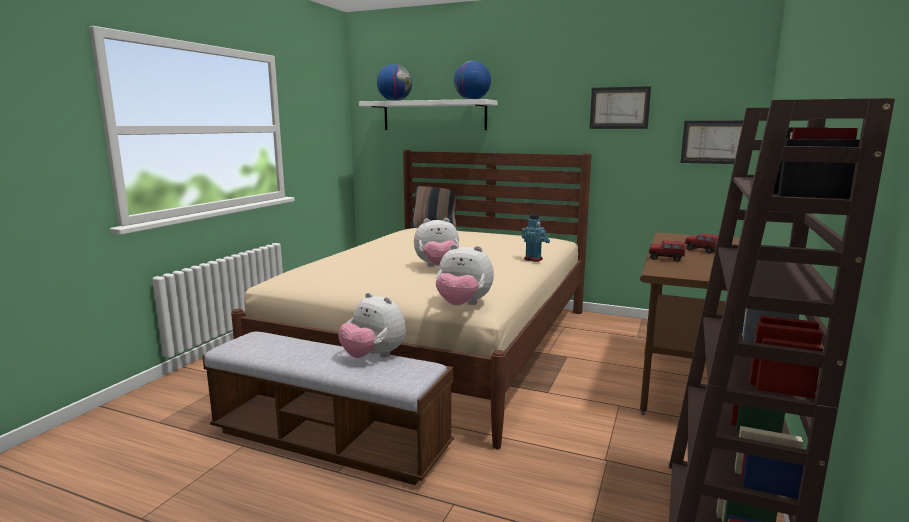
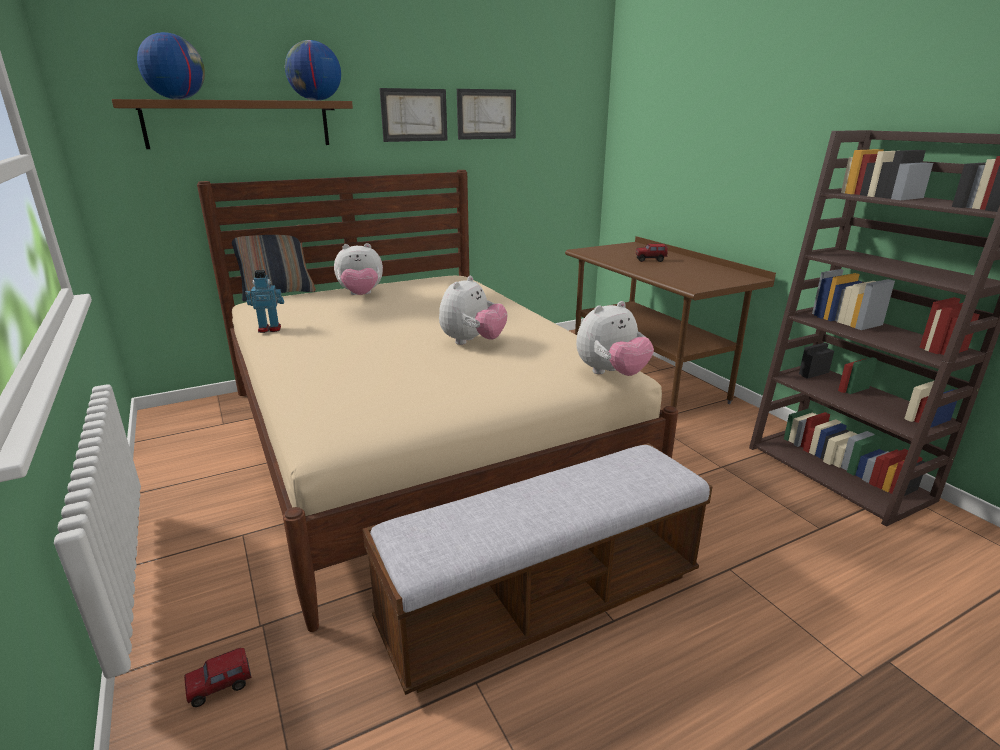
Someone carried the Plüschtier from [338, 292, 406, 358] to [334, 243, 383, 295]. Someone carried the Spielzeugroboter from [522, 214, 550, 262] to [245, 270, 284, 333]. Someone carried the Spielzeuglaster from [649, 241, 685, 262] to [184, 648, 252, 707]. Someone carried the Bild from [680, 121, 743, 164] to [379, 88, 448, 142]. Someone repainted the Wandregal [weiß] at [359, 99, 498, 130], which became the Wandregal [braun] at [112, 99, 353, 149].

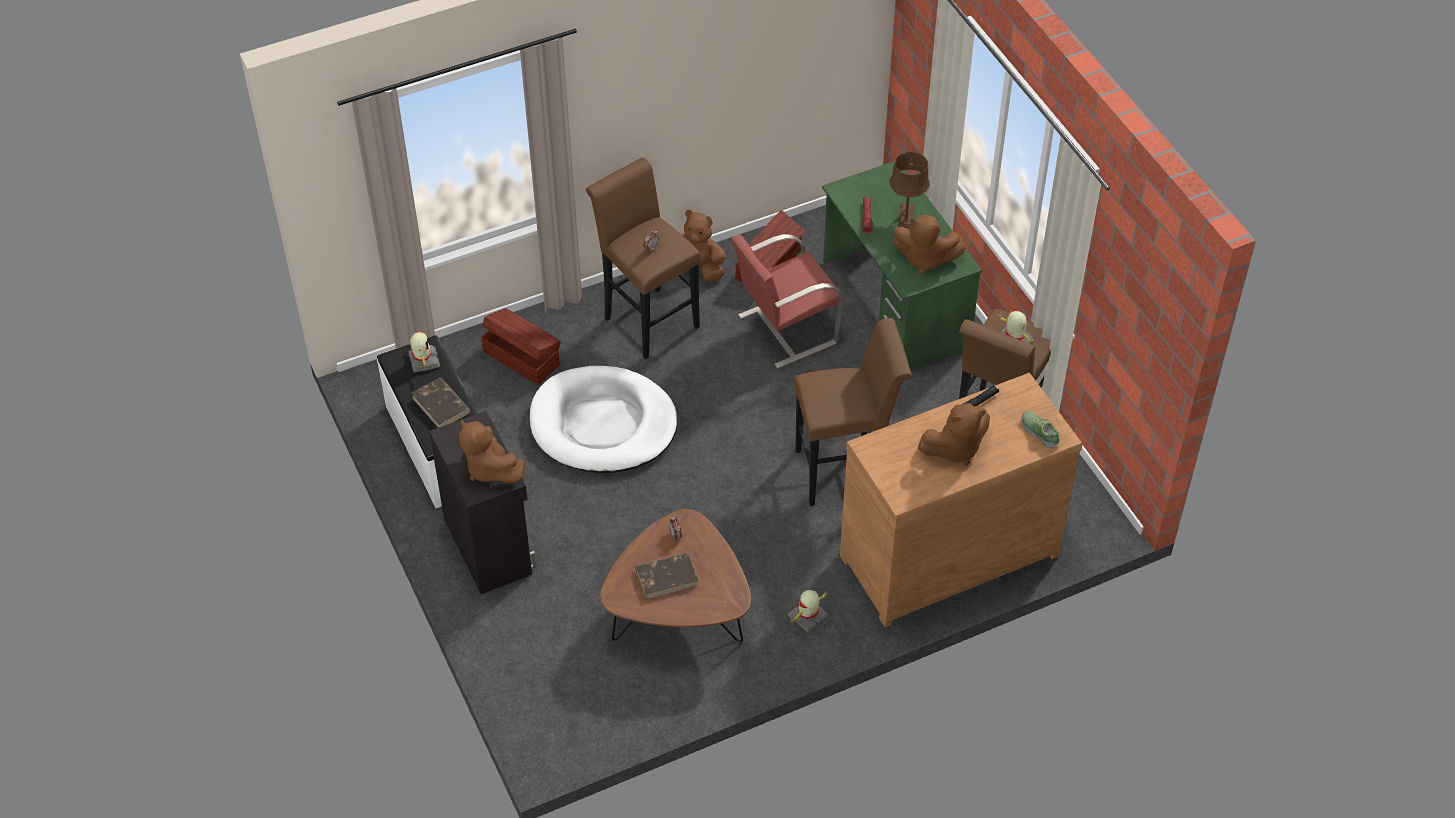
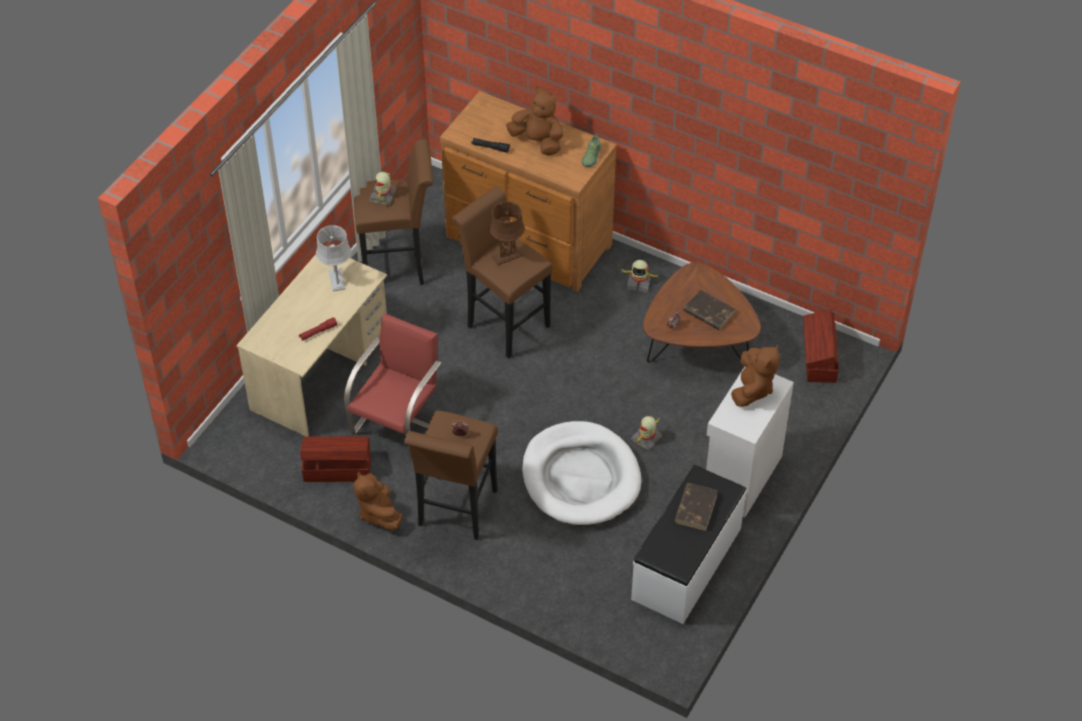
Someone carried the Spielzeugroboter from [408, 331, 440, 372] to [630, 416, 662, 451]. Someone carried the Aufbewahrungsbox [braun] from [481, 308, 561, 385] to [803, 309, 839, 383]. Someone carried the Tischlampe [braun] from [889, 152, 930, 228] to [489, 202, 525, 265]. Someone carried the Schuh from [1022, 411, 1061, 448] to [581, 134, 601, 167]. Someone swapped the Plüschtier [braun] at [893, 215, 966, 274] for the Tischlampe [grau] at [316, 225, 351, 291]. Someone repainted the Schrank [schwarz] at [429, 411, 536, 594], which became the Schrank [weiß] at [706, 367, 794, 517]. Someone repainted the Schreibtisch [grün] at [822, 161, 983, 370], which became the Schreibtisch [beige] at [236, 254, 387, 437]. Someone rotated the Stuhl [rot] at [732, 234, 844, 369] by 90 degrees counterclockwise.

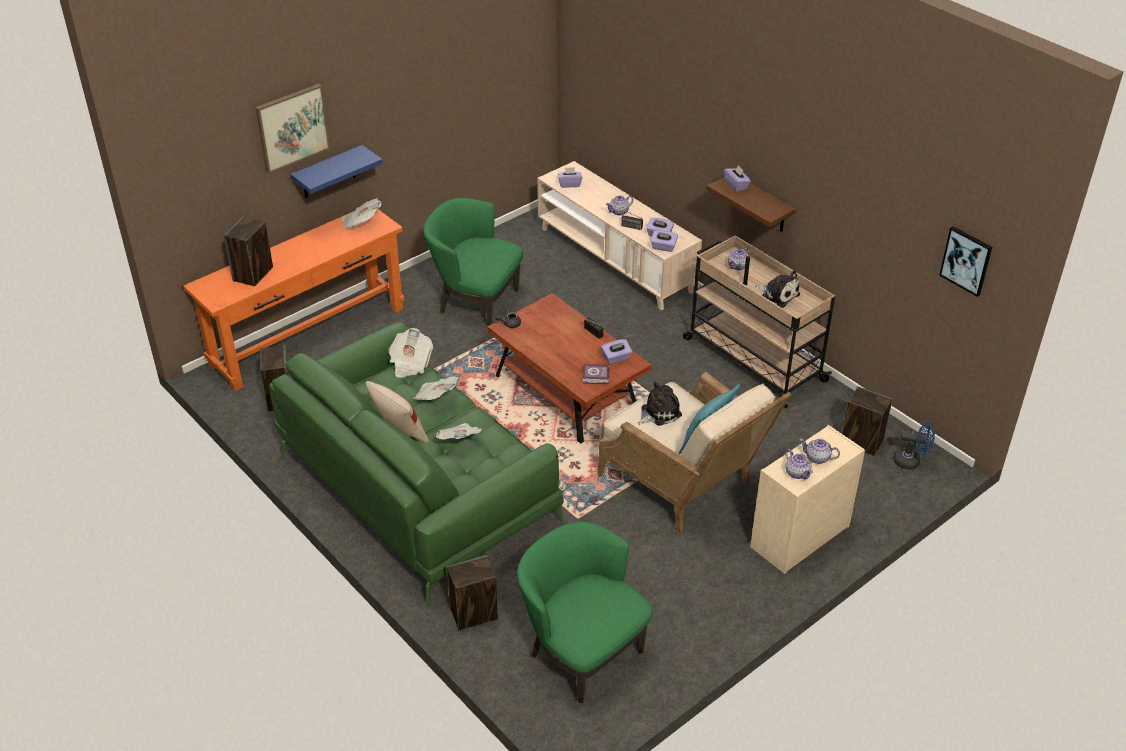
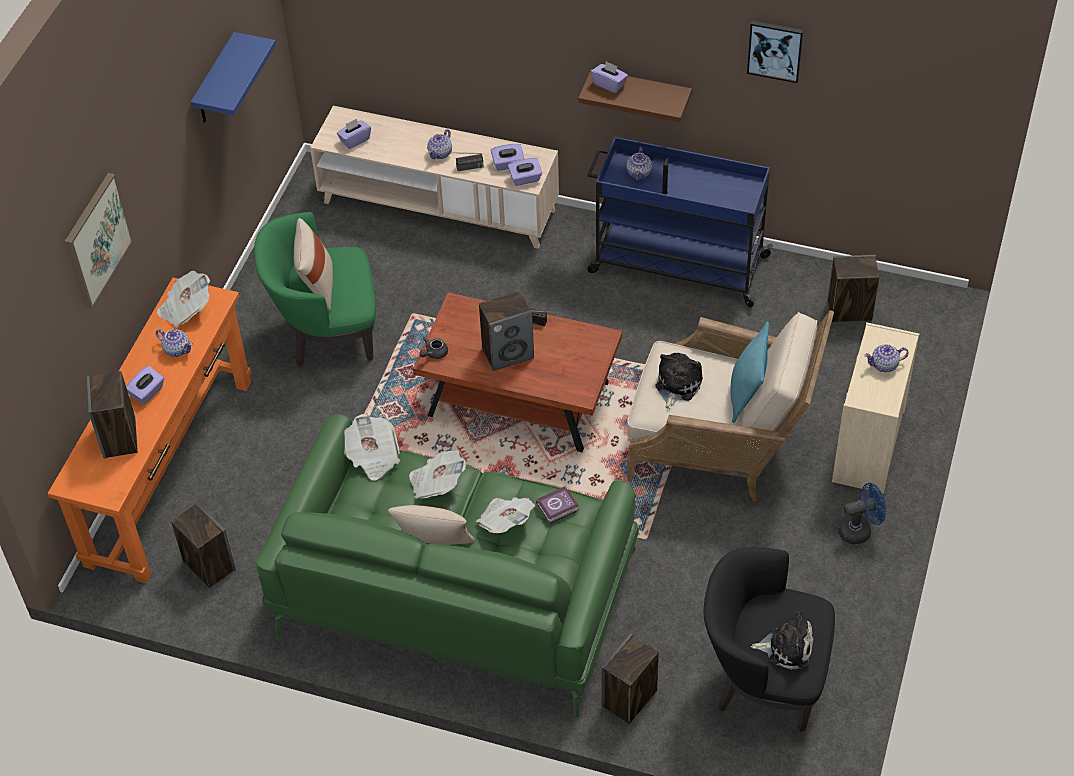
Someone put down the Kissen [beige] at [294, 218, 333, 310]. Someone put down the Lautsprecher at [479, 291, 534, 371]. Someone carried the Wandregal [blau] from [291, 145, 383, 198] to [191, 32, 276, 123]. Someone carried the Buch from [582, 364, 610, 384] to [536, 486, 579, 524]. Someone carried the Taschentuchbox [lila] from [601, 339, 632, 364] to [126, 366, 164, 404]. Someone carried the Plüschtier from [755, 270, 800, 308] to [751, 611, 813, 670]. Someone carried the Teekanne from [785, 449, 813, 479] to [156, 329, 193, 357]. Someone carried the Ventilator [blau] from [893, 422, 935, 469] to [838, 483, 886, 544]. Someone carried the Bild from [939, 226, 992, 297] to [747, 21, 804, 83]. Someone repainted the Sessel [grün] at [517, 522, 653, 703], which became the Sessel [schwarz] at [704, 547, 835, 732]. Someone repainted the Rollwagen [beige] at [683, 235, 835, 408], which became the Rollwagen [blau] at [587, 137, 773, 308].

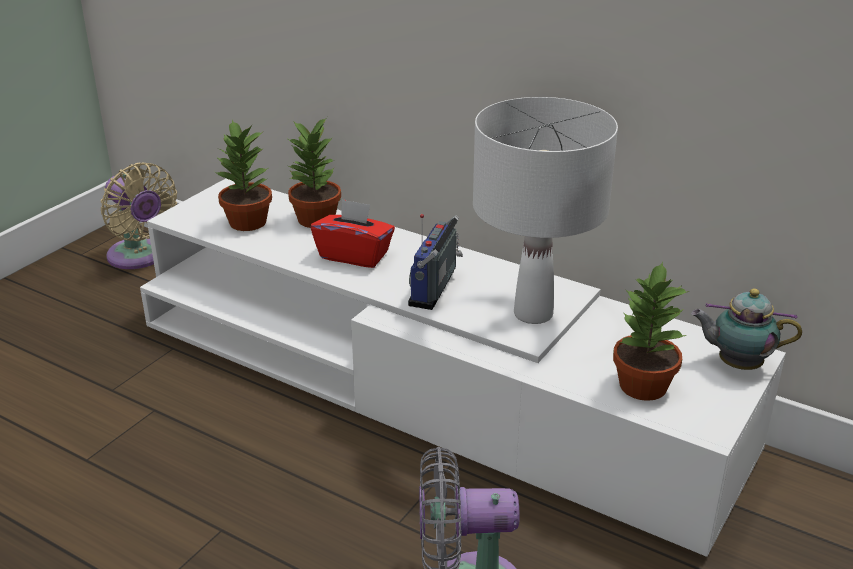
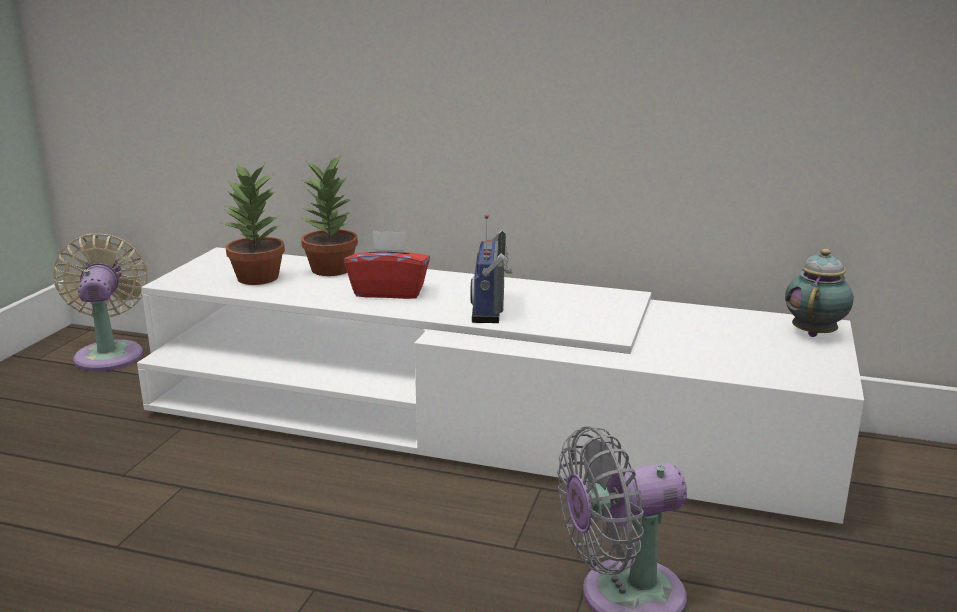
Someone took away the Tischlampe [weiß] at [473, 97, 618, 324]. Someone took away the Topfpflanze at [613, 261, 689, 401]. Someone rotated the Ventilator [beige] at [101, 162, 177, 269] by 135 degrees counterclockwise. Someone rotated the Teekanne at [691, 289, 802, 370] by 120 degrees clockwise.

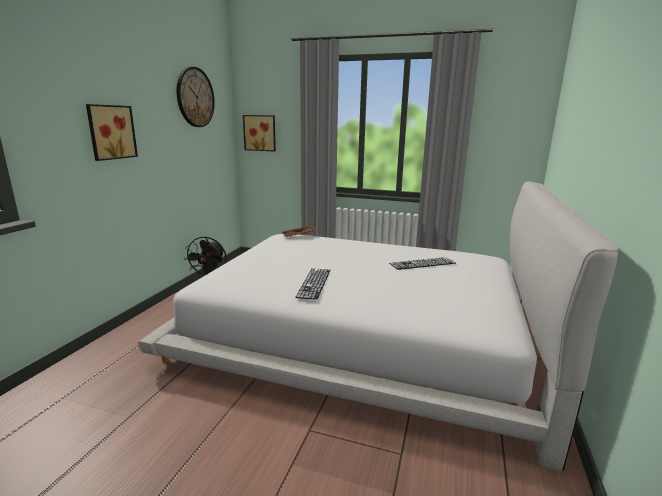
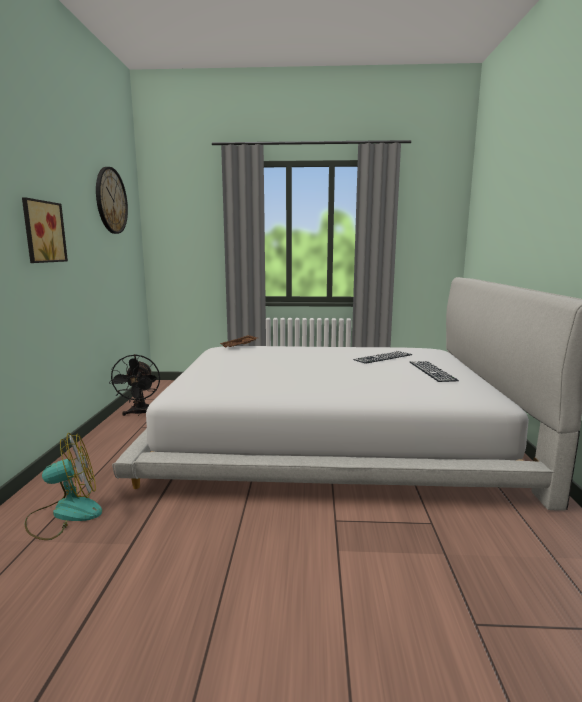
Someone took away the Bild at [243, 115, 276, 151]. Someone put down the Ventilator at [25, 433, 102, 540]. Someone carried the Tastatur from [295, 268, 330, 300] to [410, 361, 459, 382].

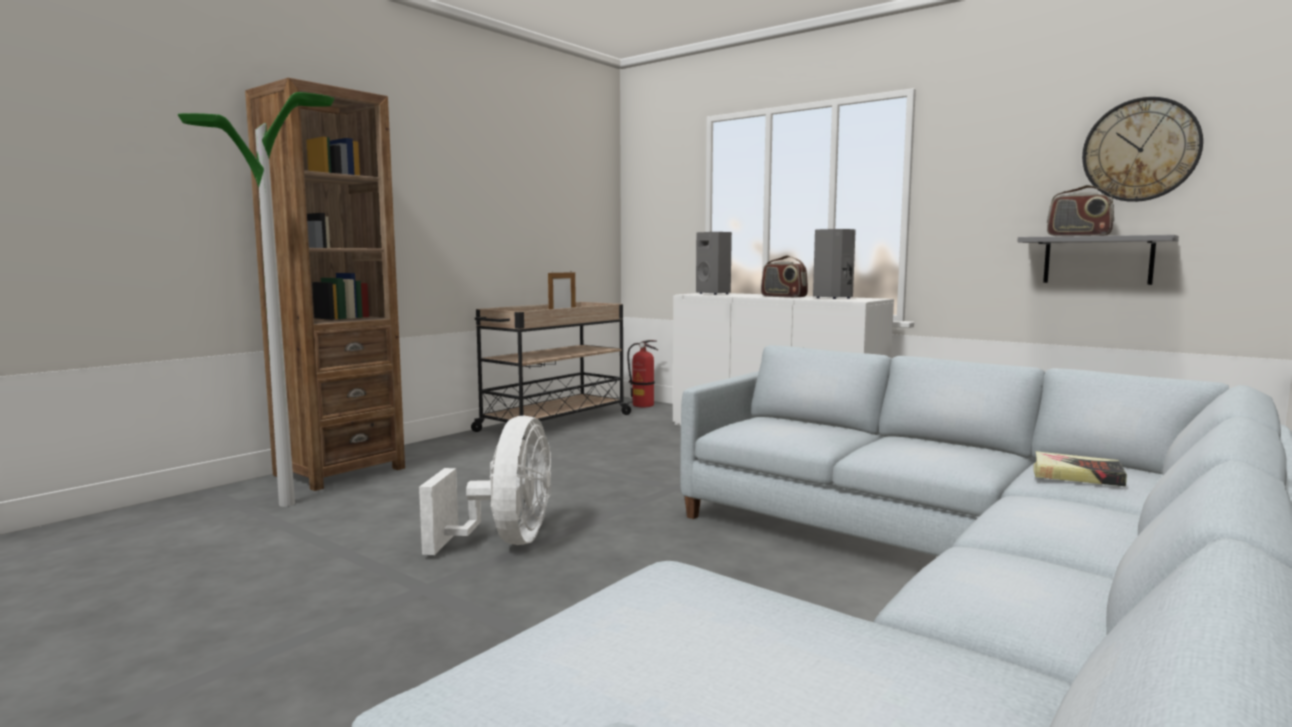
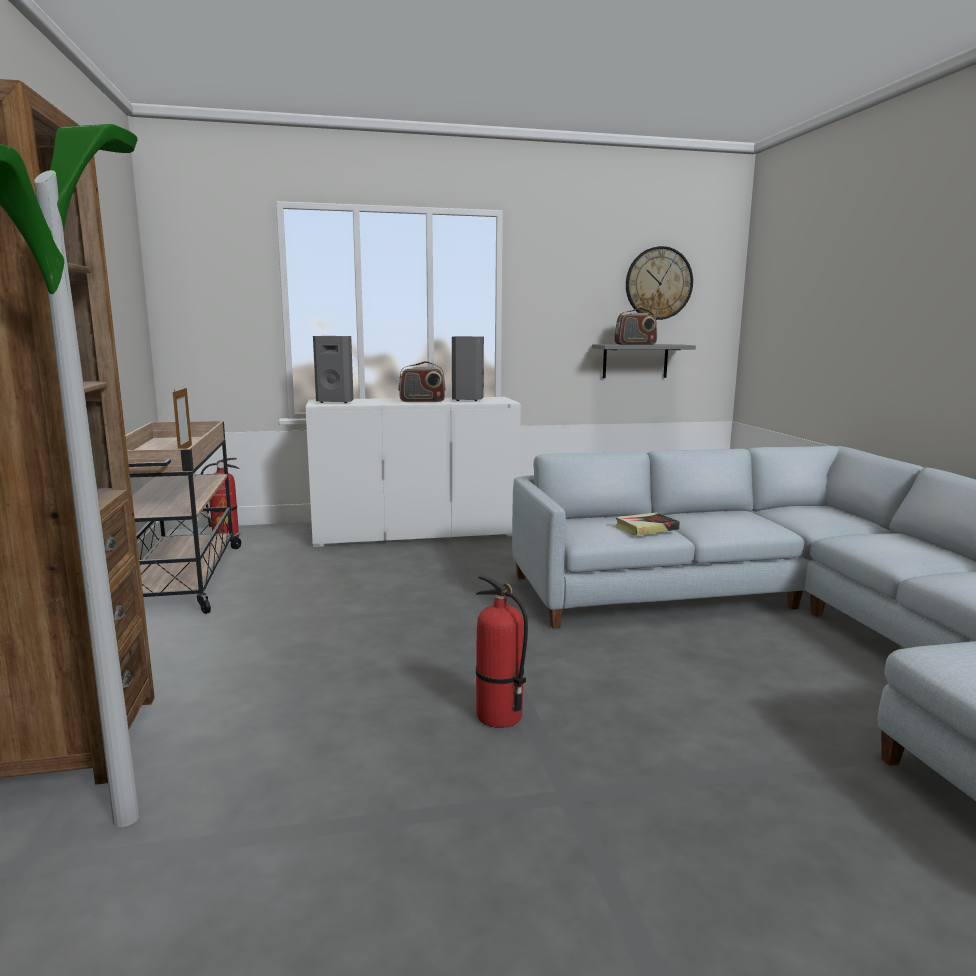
Someone carried the Buch from [1033, 451, 1127, 487] to [615, 512, 680, 536]. Someone swapped the Ventilator [weiß] at [419, 415, 551, 555] for the Feuerlöscher at [476, 575, 528, 728].

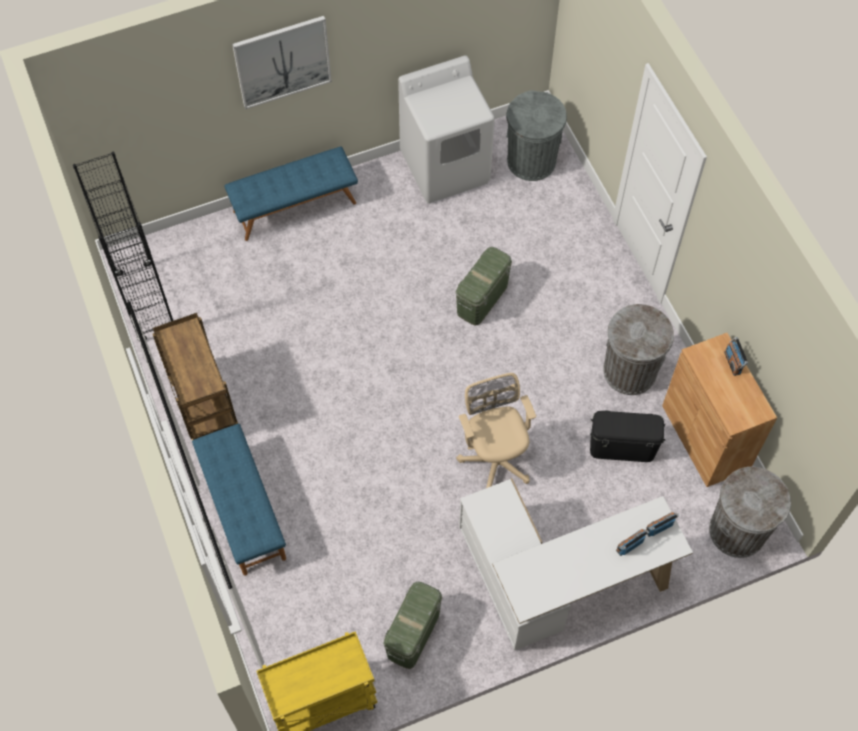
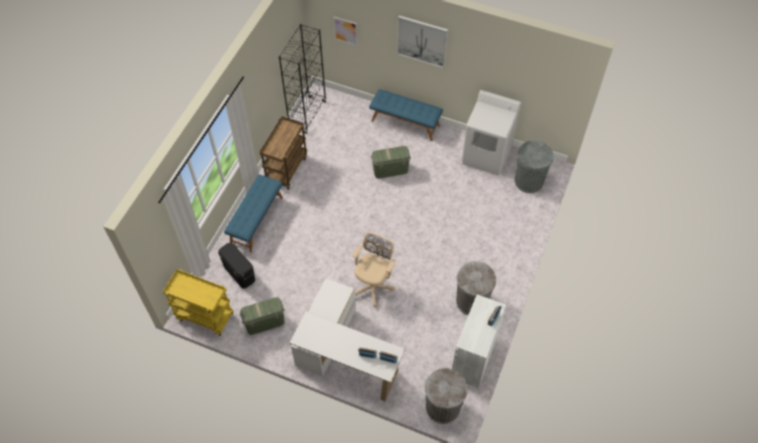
Someone put up the Bild at [333, 17, 358, 46]. Someone carried the Aufbewahrungsbox [grün] from [456, 247, 512, 325] to [371, 146, 411, 178]. Someone carried the Aufbewahrungsbox [schwarz] from [590, 410, 665, 462] to [218, 243, 255, 289]. Someone repainted the Schrank [braun] at [662, 333, 777, 487], which became the Schrank [weiß] at [452, 294, 506, 388].

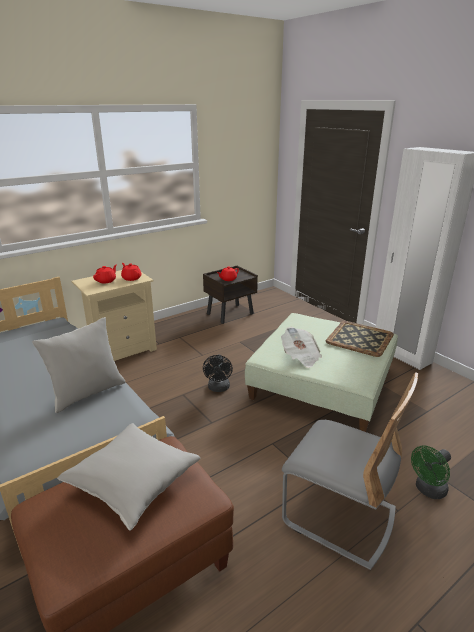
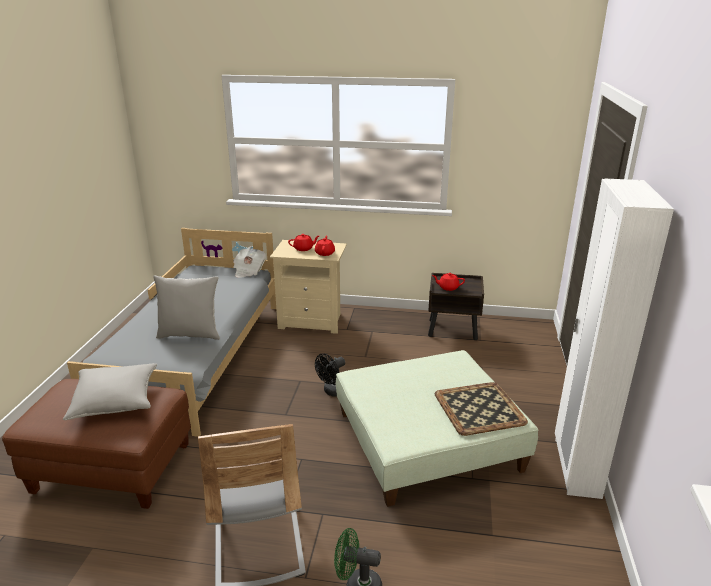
Someone carried the Zeitung from [281, 327, 322, 368] to [233, 246, 266, 278].

